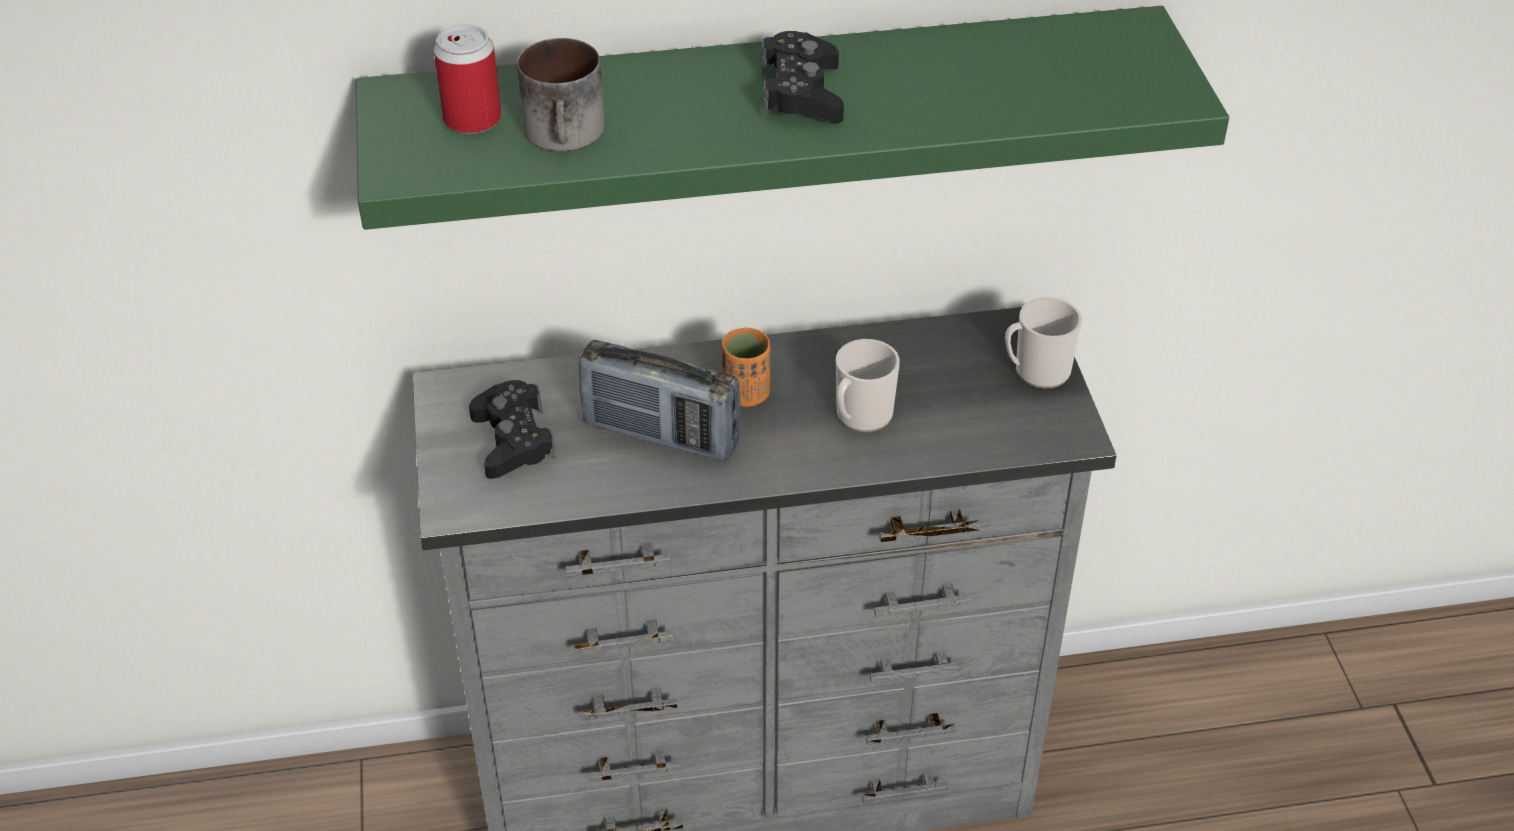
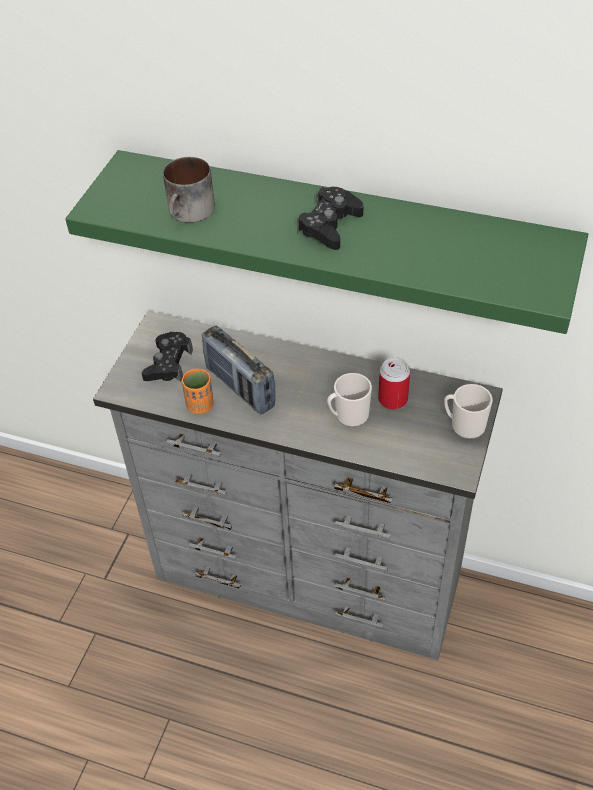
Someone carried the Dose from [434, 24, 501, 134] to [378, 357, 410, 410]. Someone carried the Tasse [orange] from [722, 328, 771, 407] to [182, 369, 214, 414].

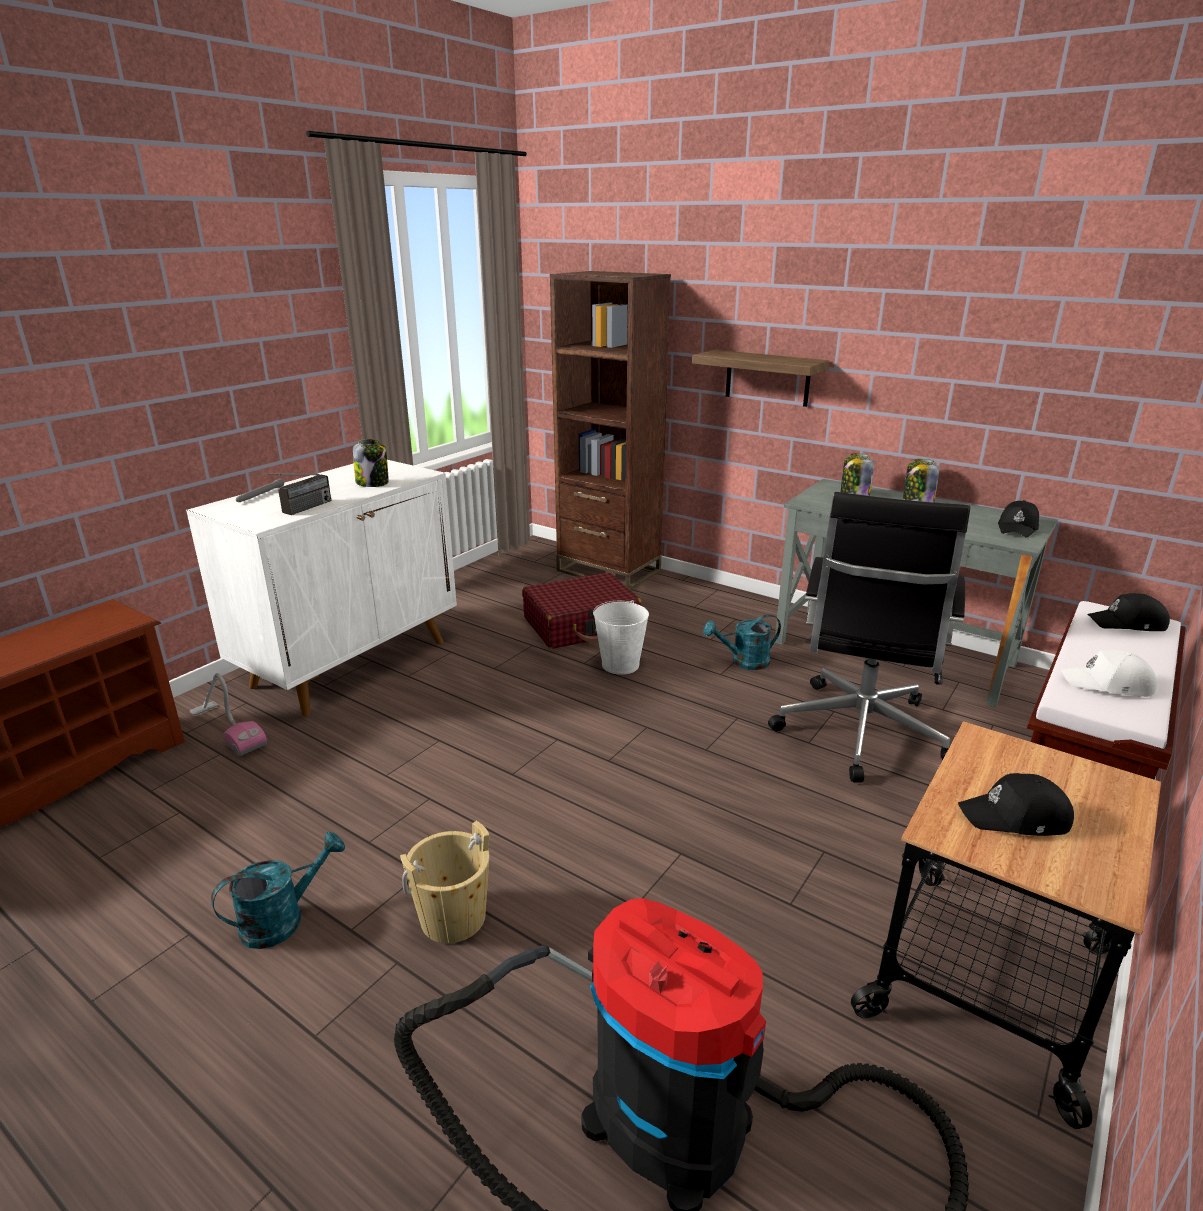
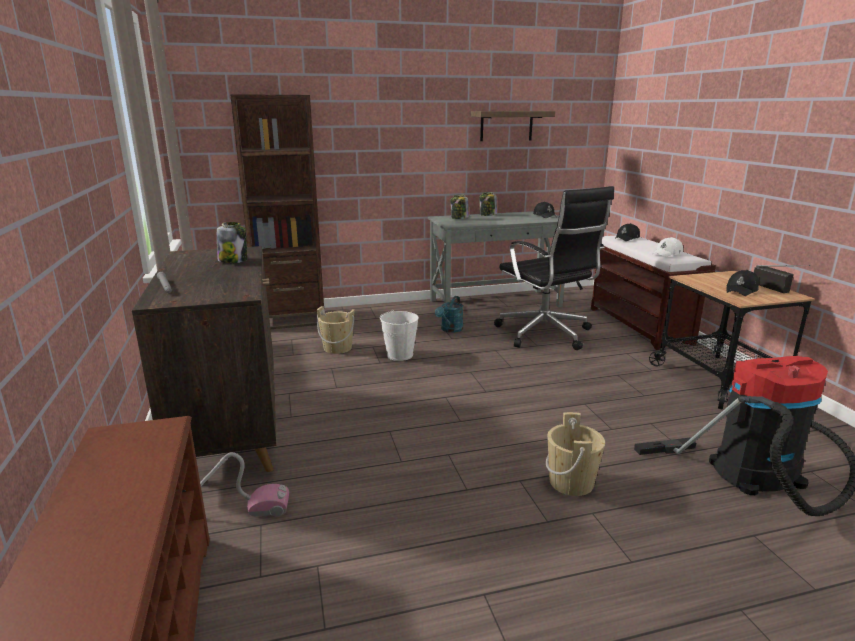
Someone took away the Gießkanne [türkis] at [211, 832, 345, 949]. Someone carried the Radio from [250, 473, 331, 515] to [754, 265, 811, 293]. Someone carried the Wandregal from [692, 350, 829, 407] to [471, 111, 555, 141]. Someone swapped the Koffer [rot] at [522, 572, 642, 649] for the Eimer [beige] at [317, 306, 354, 354]. Someone repainted the Schrank [weiß] at [186, 460, 457, 716], which became the Schrank [braun] at [132, 246, 277, 472].

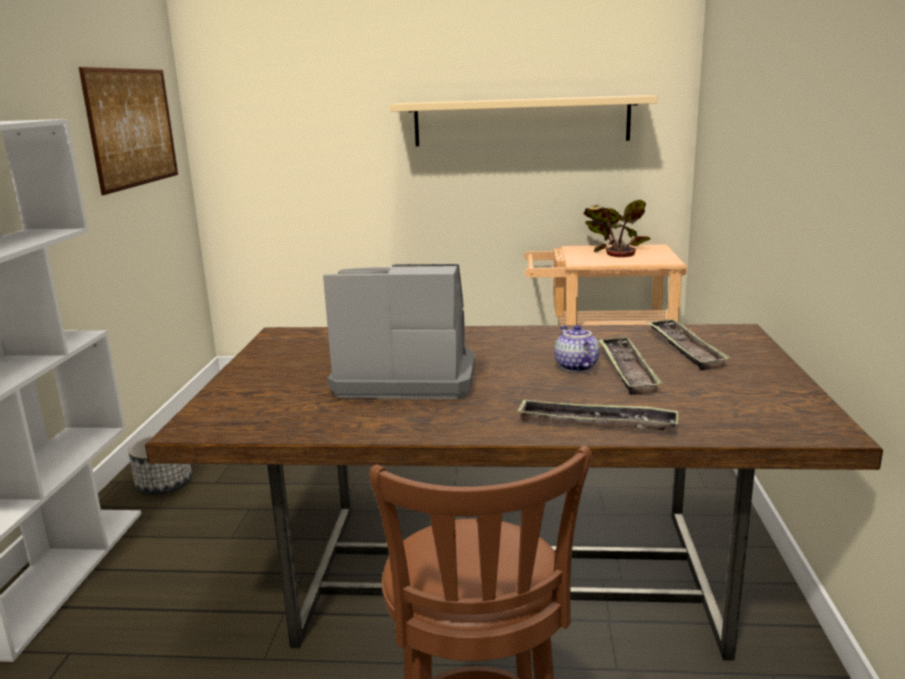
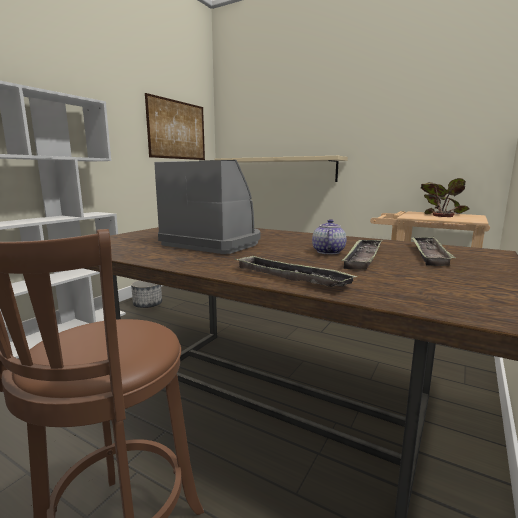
Someone carried the Wandregal [beige] from [390, 95, 658, 146] to [214, 156, 348, 182].

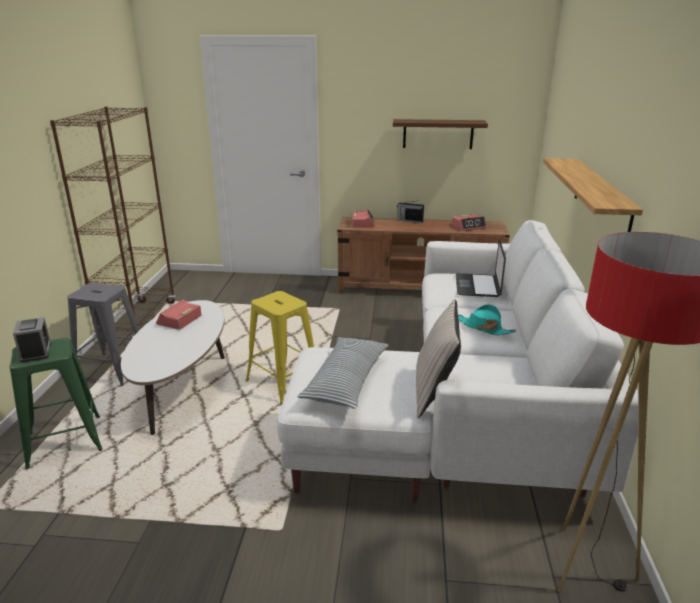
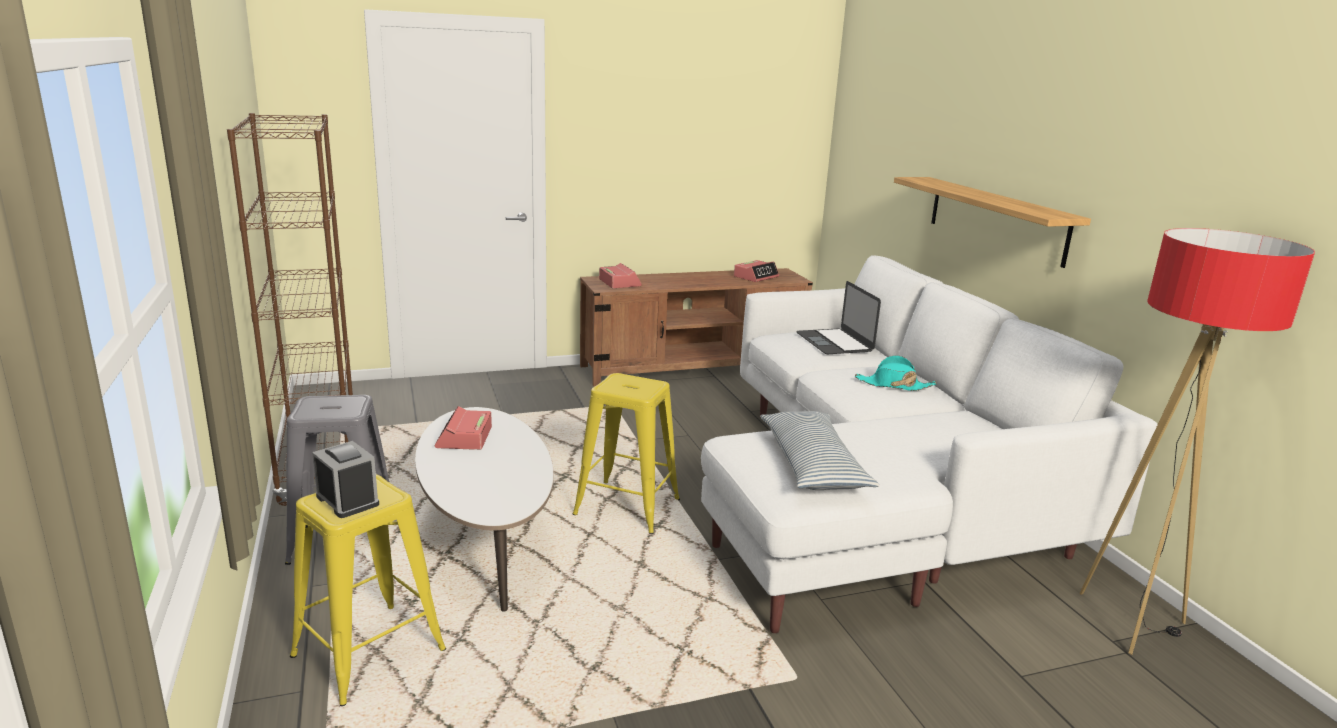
Someone took away the Wandregal [braun] at [393, 119, 488, 149]. Someone took away the Radio at [397, 200, 424, 223]. Someone took away the Kissen [beige] at [416, 299, 461, 418]. Someone repainted the Hocker [grün] at [9, 338, 103, 470], which became the Hocker [gelb] at [290, 474, 446, 706].

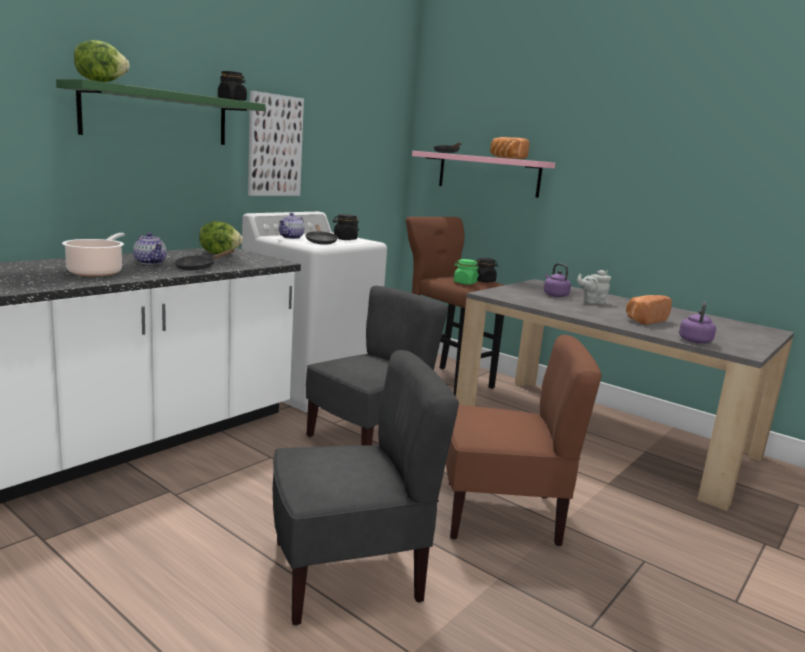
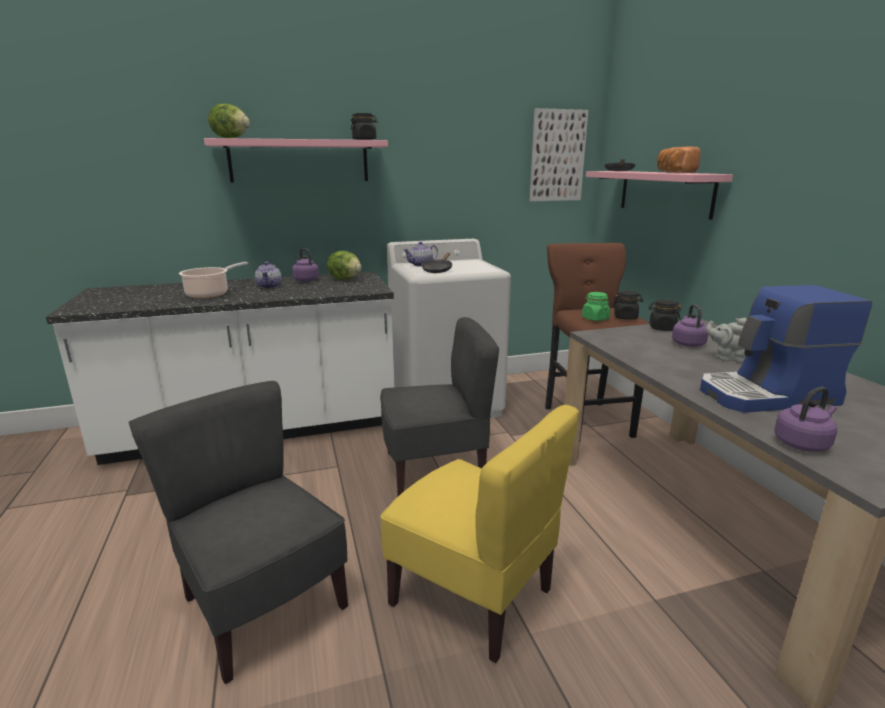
Someone took away the Pfanne [schwarz] at [174, 249, 234, 270]. Someone put down the Wasserkessel [lila] at [292, 248, 319, 282]. Someone carried the Bild from [248, 91, 304, 196] to [529, 108, 588, 201]. Someone carried the Vorratsglas [schwarz] from [333, 214, 359, 240] to [648, 300, 681, 331]. Someone swapped the Brot at [626, 295, 672, 325] for the Kaffeemaschine at [700, 285, 872, 413]. Someone repainted the Wandregal [grün] at [56, 79, 266, 145], which became the Wandregal [rosa] at [204, 138, 388, 183]. Someone repainted the Stuhl [braun] at [446, 335, 602, 546], which became the Stuhl [gelb] at [380, 405, 579, 663]. Someone rotated the Stuhl [grau] at [273, 350, 459, 625] by 150 degrees counterclockwise.

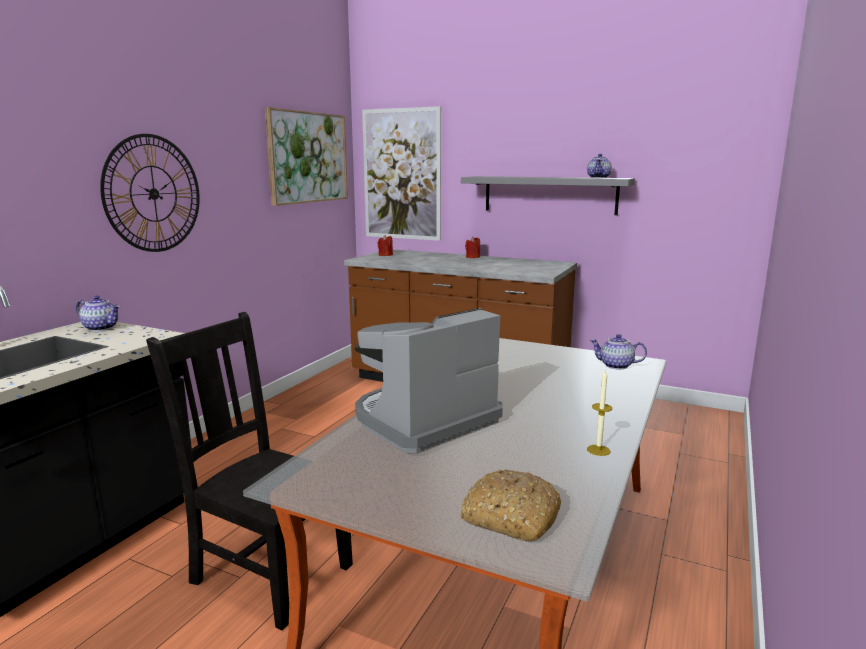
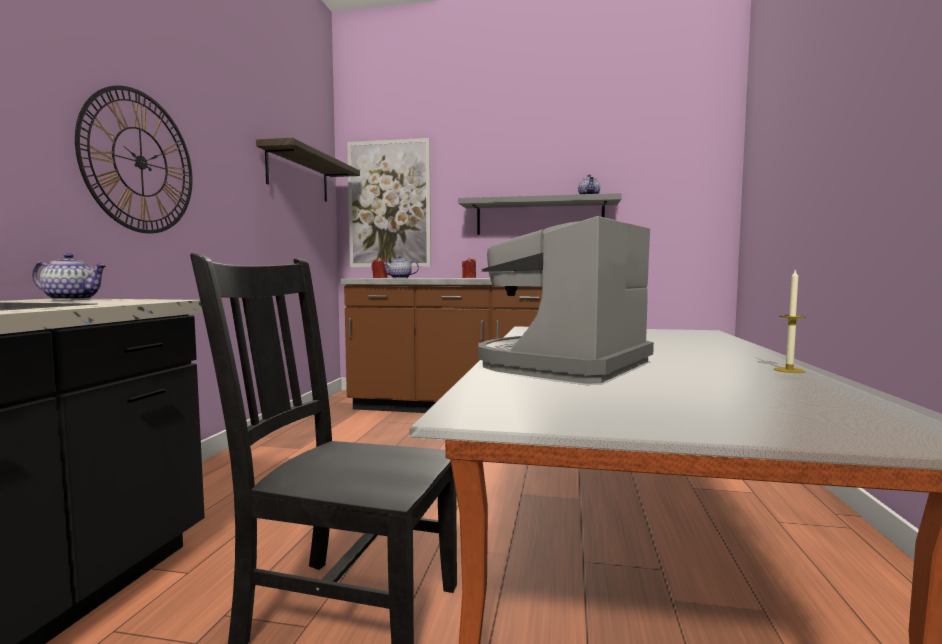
Someone took away the Brot at [461, 469, 561, 541]. Someone carried the Teekanne from [590, 334, 647, 369] to [382, 256, 419, 278]. Someone swapped the Bild at [265, 107, 348, 206] for the Wandregal at [256, 138, 360, 202].

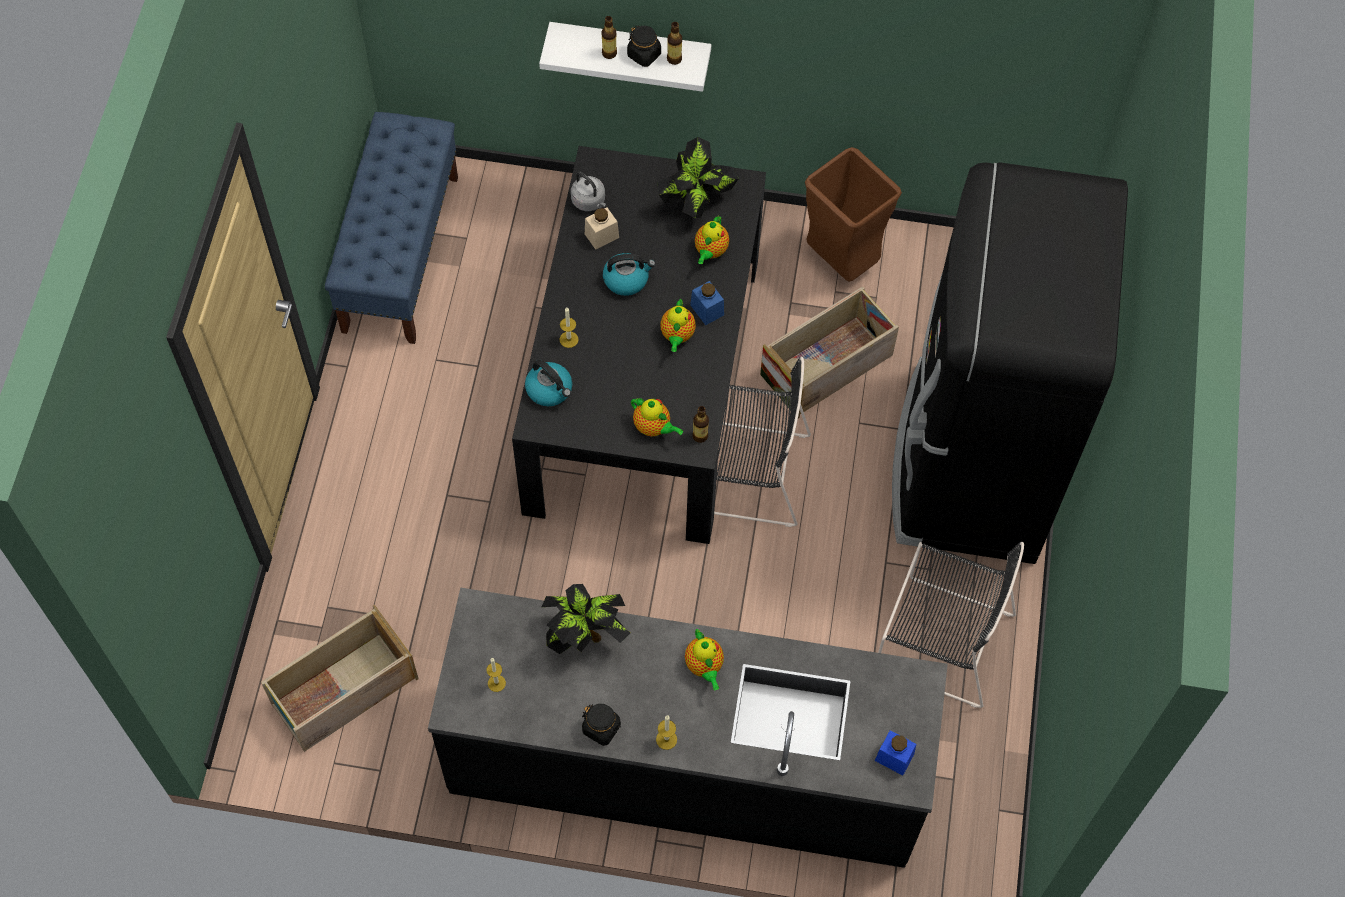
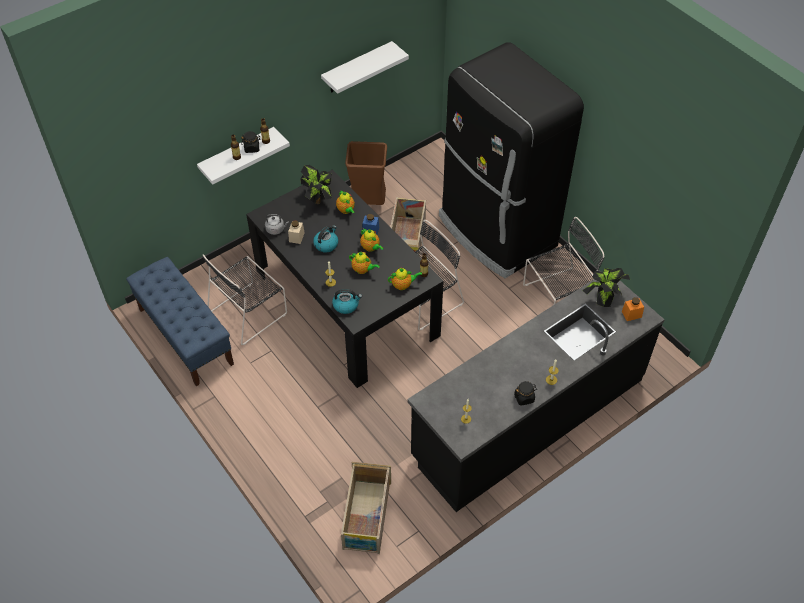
Someone put down the Stuhl [schwarz] at [202, 254, 287, 345]. Someone put up the Wandregal [weiß] at [321, 41, 409, 94]. Someone carried the Topfpflanze from [542, 584, 630, 654] to [583, 268, 630, 307]. Someone carried the Teekanne from [685, 629, 724, 690] to [349, 252, 380, 274]. Someone repainted the Vorratsglas [blau] at [875, 730, 916, 775], which became the Vorratsglas [orange] at [622, 297, 644, 321].

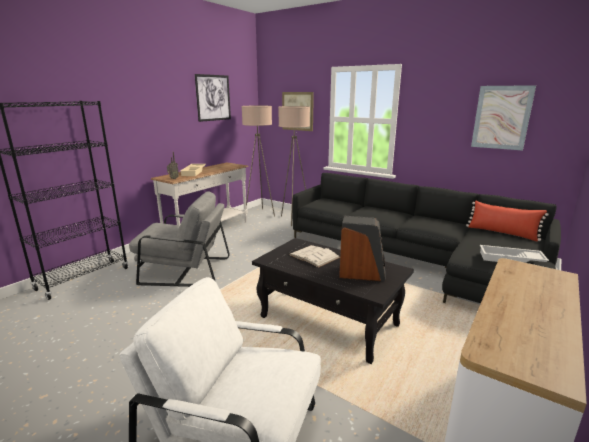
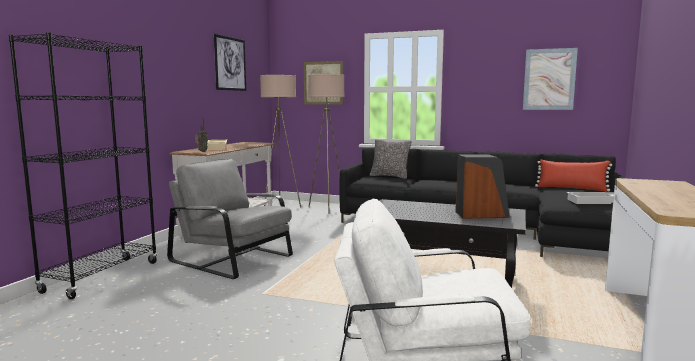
Someone took away the Buch [weiß] at [289, 245, 340, 268]. Someone put down the Kissen at [370, 139, 412, 179]. Someone rotated the Sessel [grau] at [129, 191, 230, 287] by 135 degrees counterclockwise.

